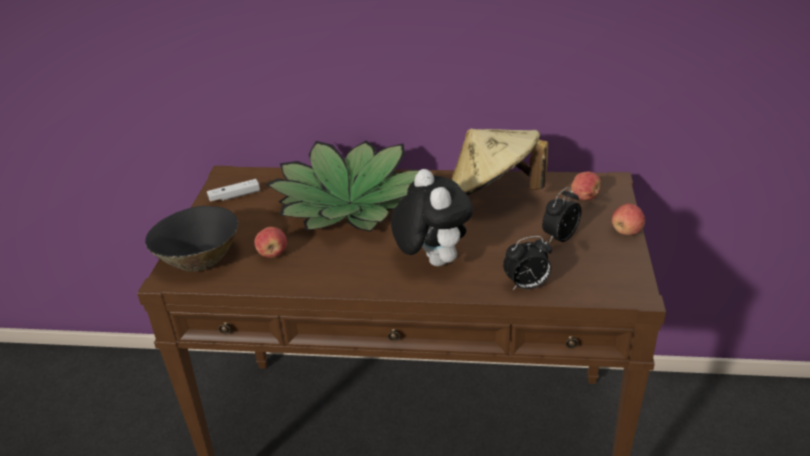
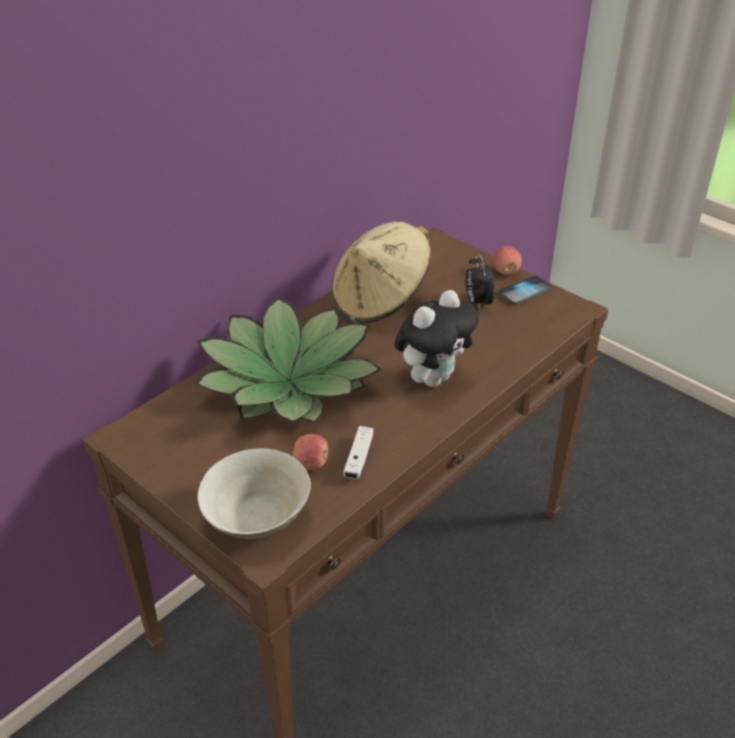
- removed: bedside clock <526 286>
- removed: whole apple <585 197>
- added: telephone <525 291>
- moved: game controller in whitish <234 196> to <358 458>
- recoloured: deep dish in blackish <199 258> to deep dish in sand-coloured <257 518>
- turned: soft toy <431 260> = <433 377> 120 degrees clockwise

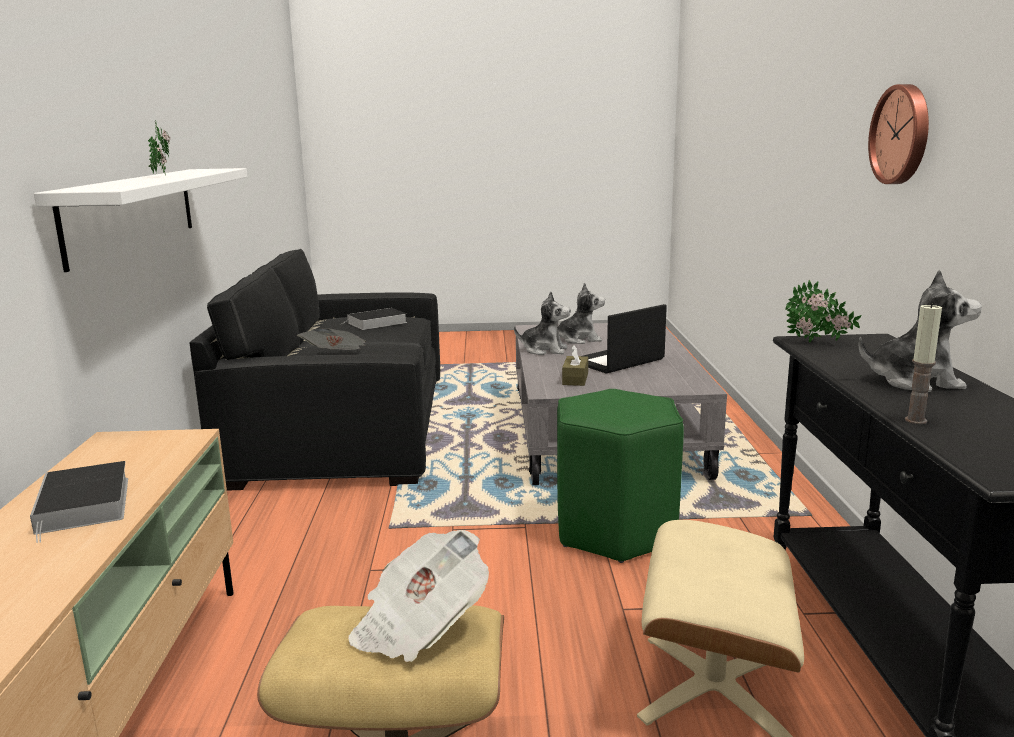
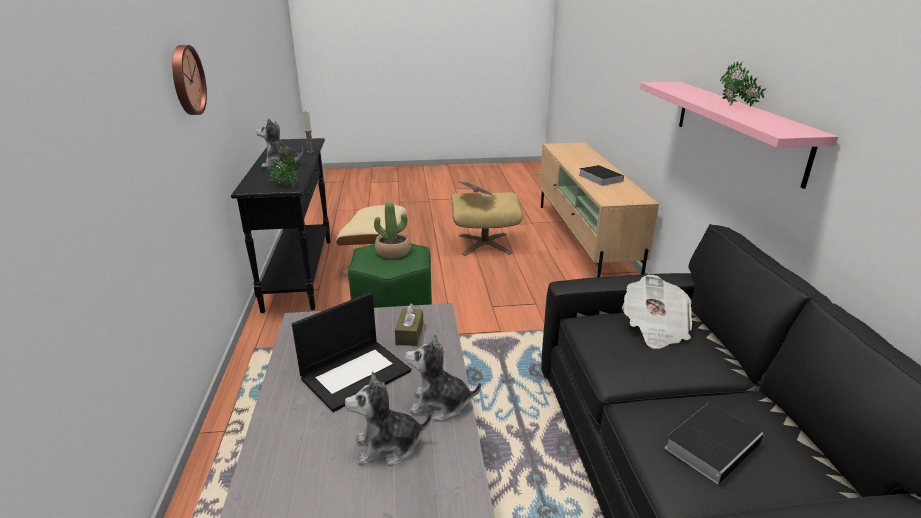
- added: potted plant <393 252>
- recoloured: wall shelf in whitish <133 212> to wall shelf in pink <737 127>

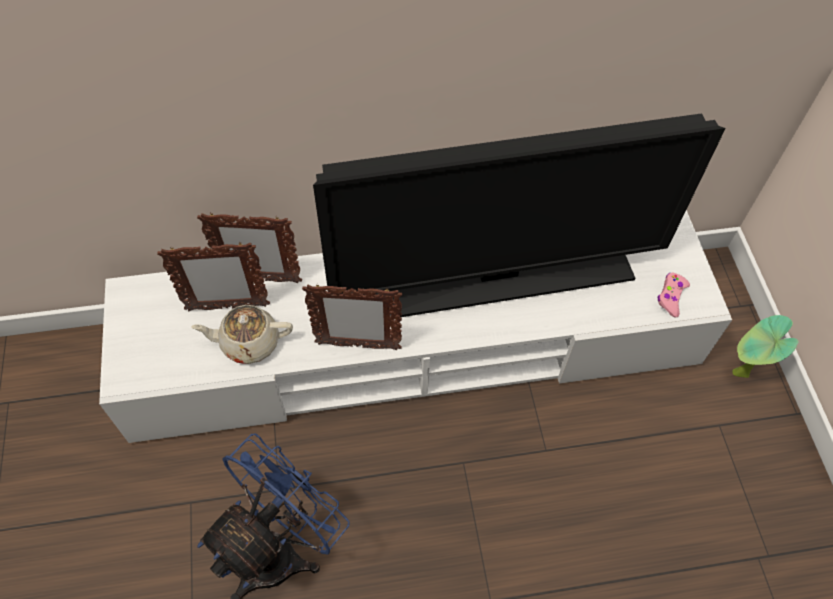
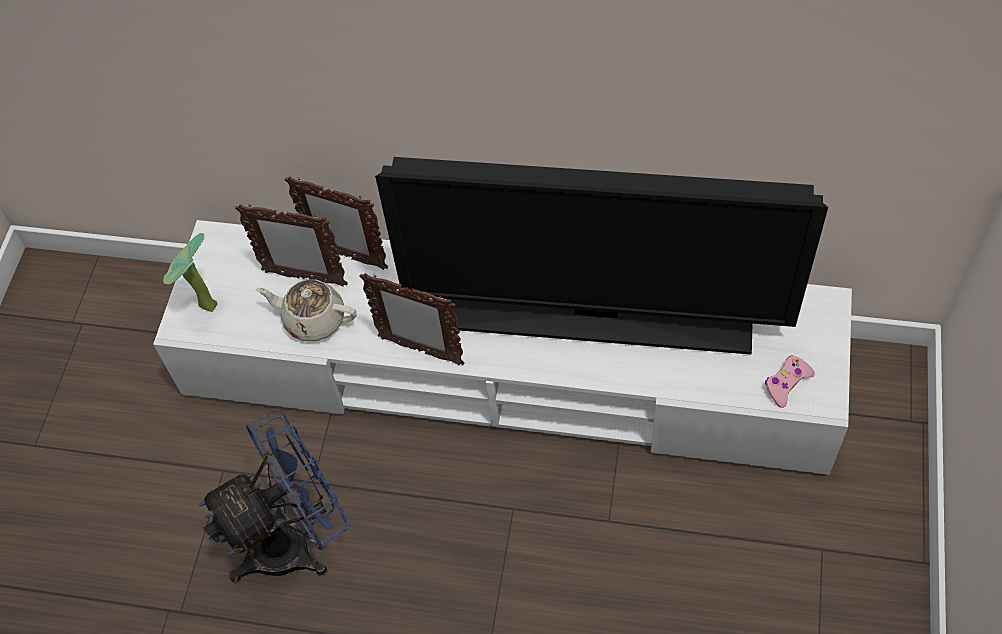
- moved: potted plant <739 376> to <204 308>

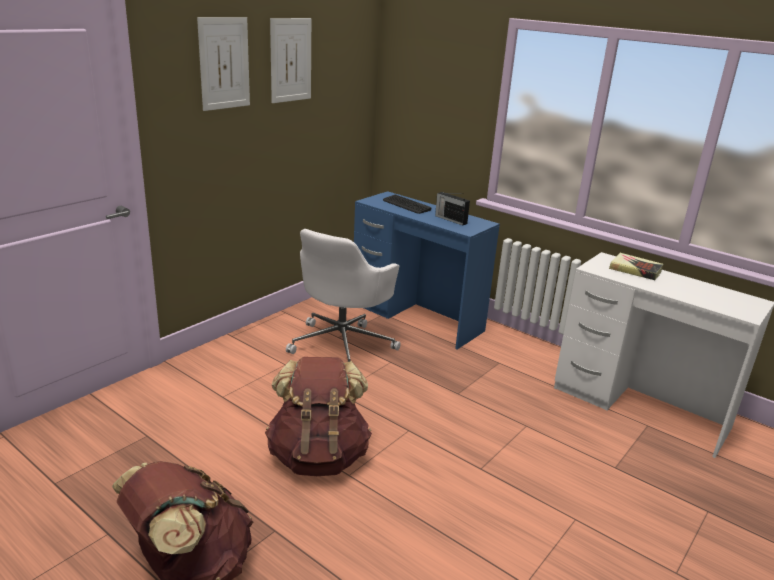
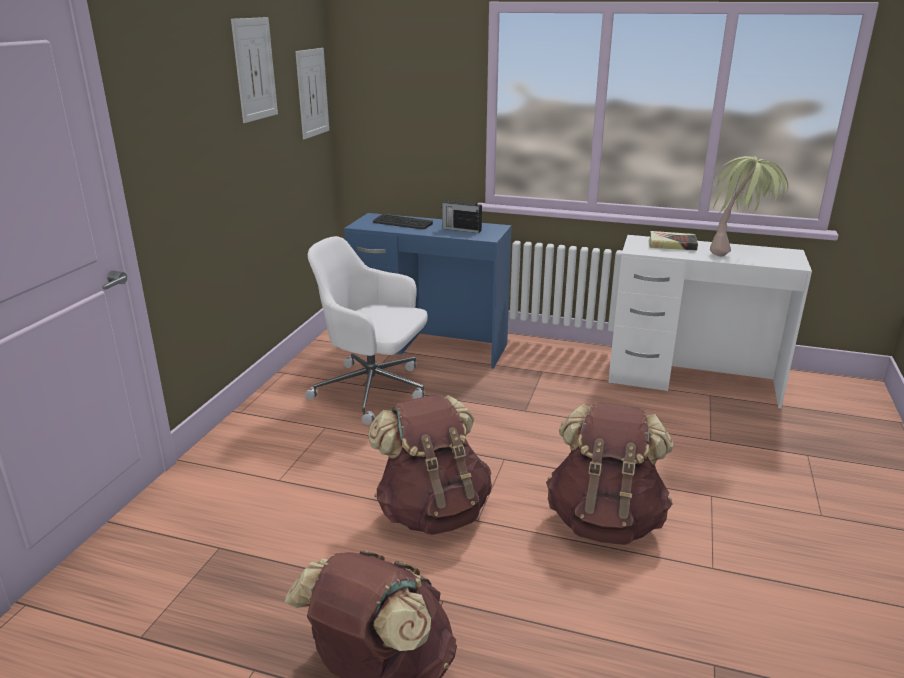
- added: backpack in brown-coloured <605 521>
- added: potted plant <737 252>
- moved: wall picture <224 63> to <312 93>
- turned: office chair in whitish <343 344> = <373 391> 105 degrees clockwise

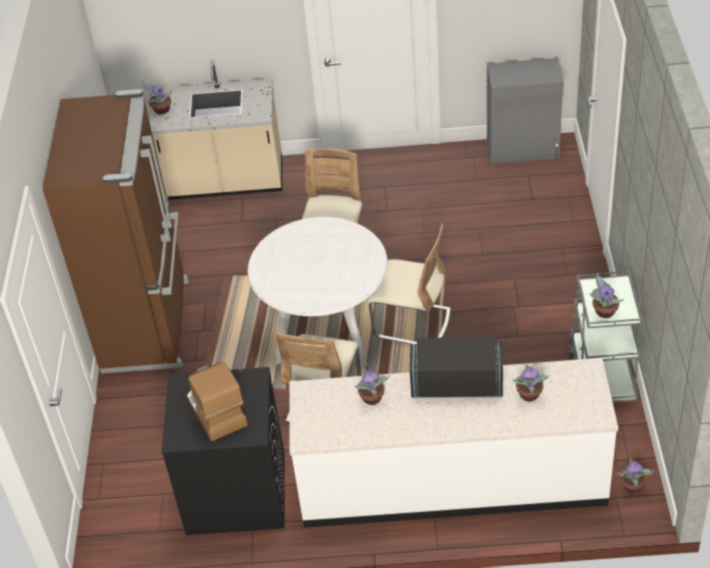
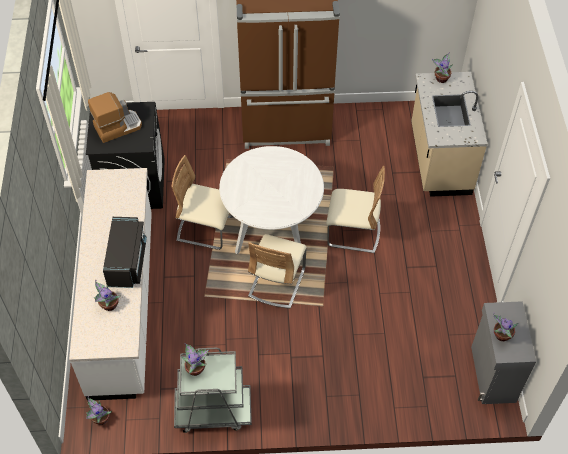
- moved: potted plant <372 399> to <501 335>

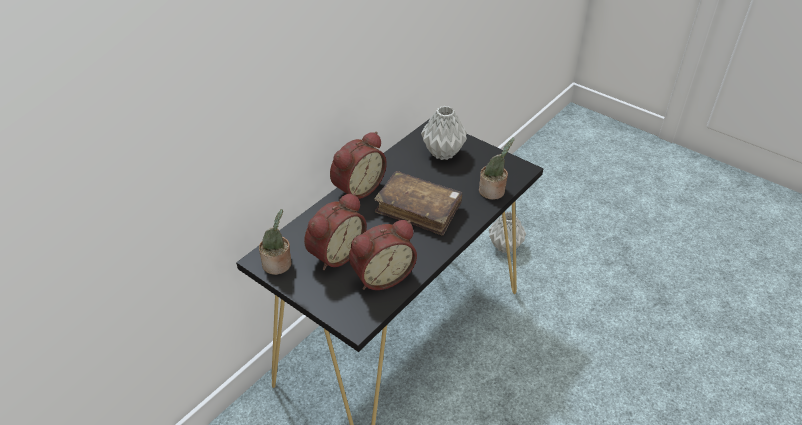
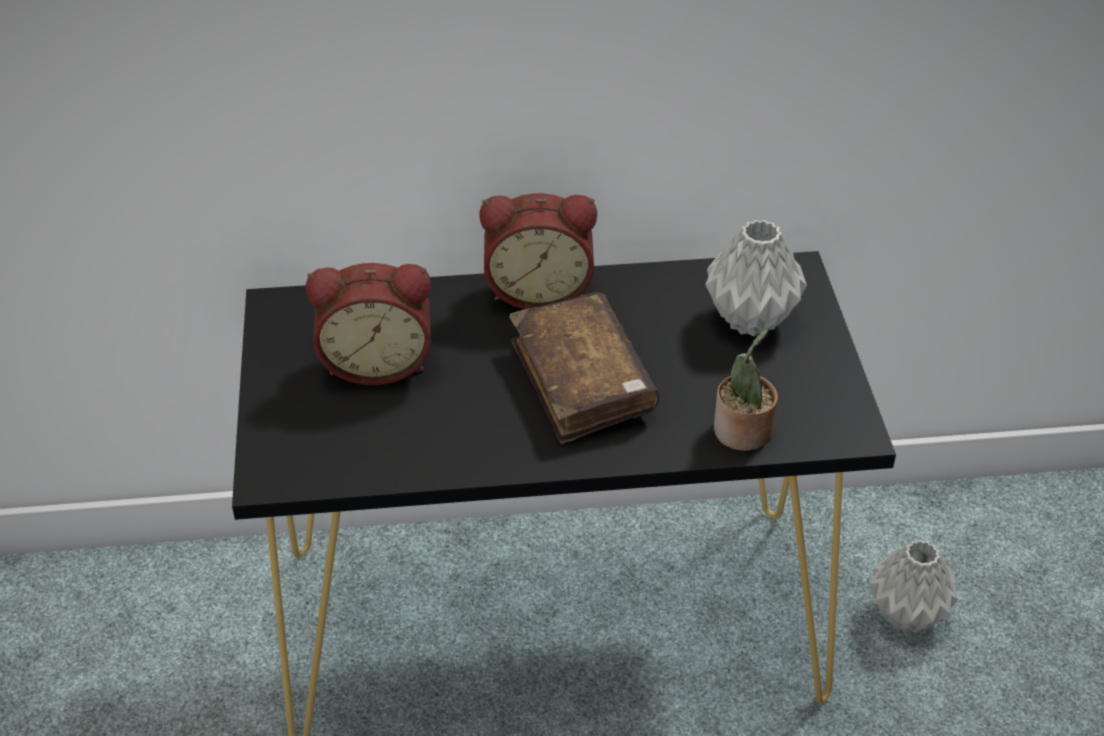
- removed: potted plant <278 265>
- removed: bedside clock <381 275>

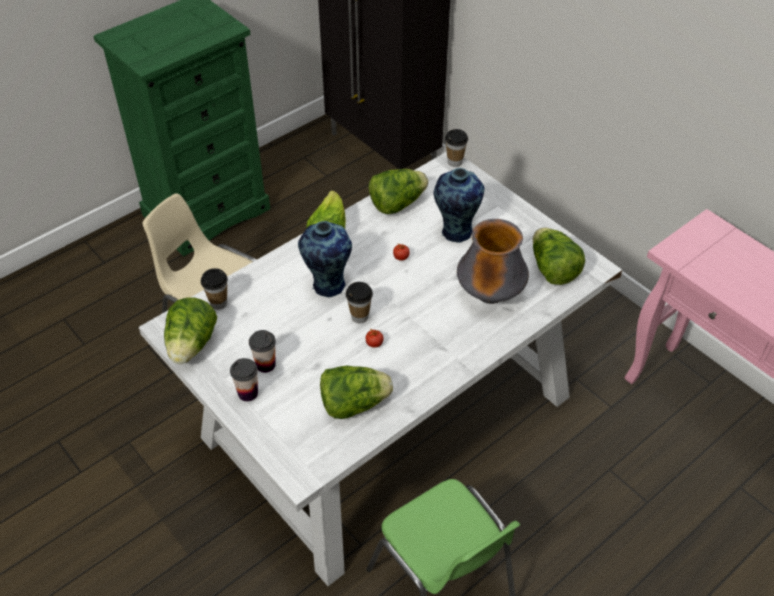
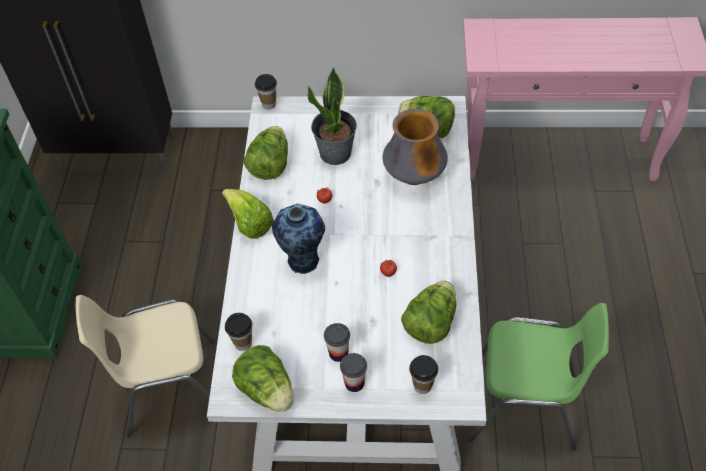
- moved: cup <359 317> to <422 385>
- replaced: decorative vase <455 232> to potted plant <336 153>

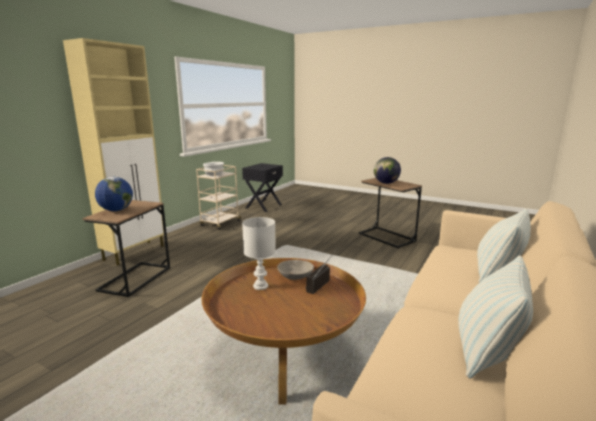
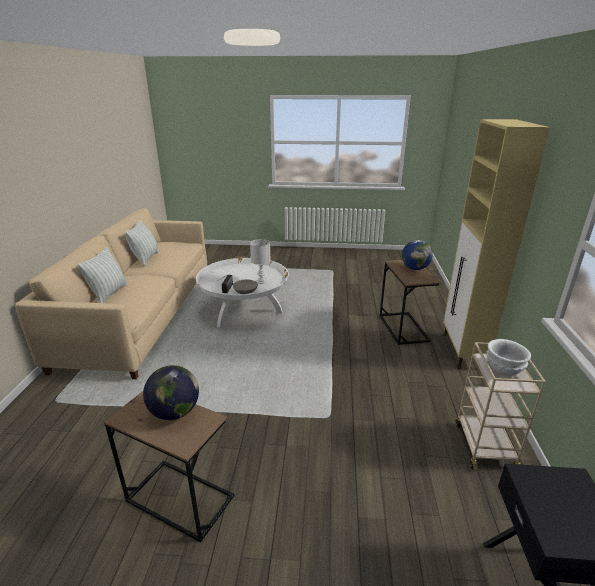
- recoloured: lounge table in brown-coloured <284 354> to lounge table in whitish <245 311>

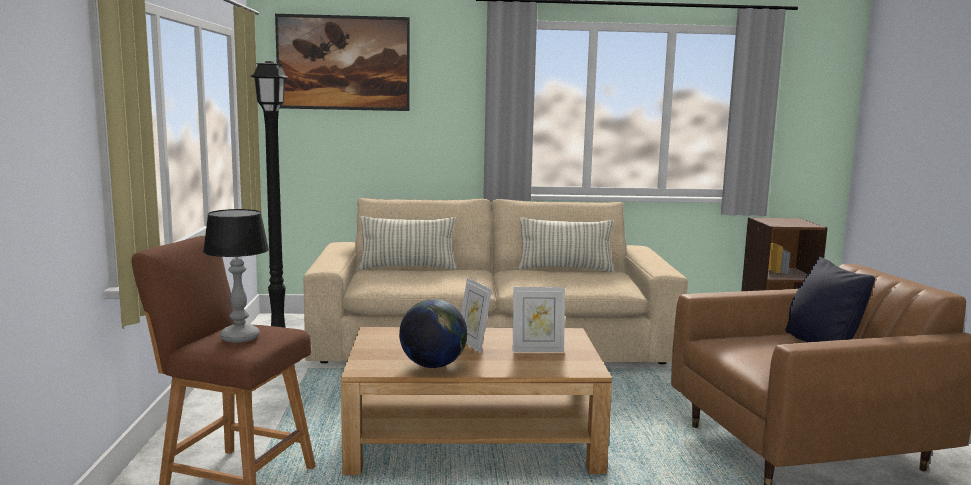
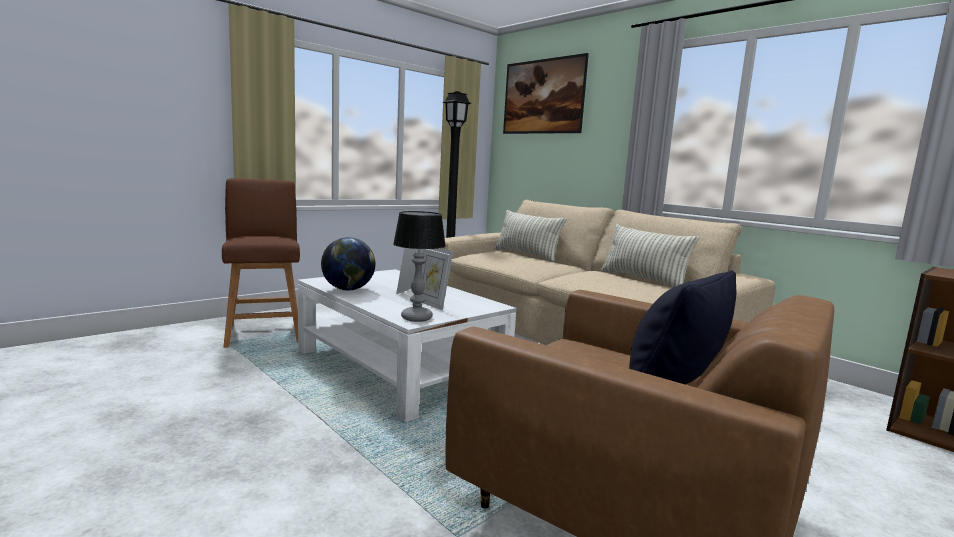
- moved: lamp for a table <240 337> to <417 318>
- recoloured: lounge table in brown-coloured <474 439> to lounge table in whitish <398 368>

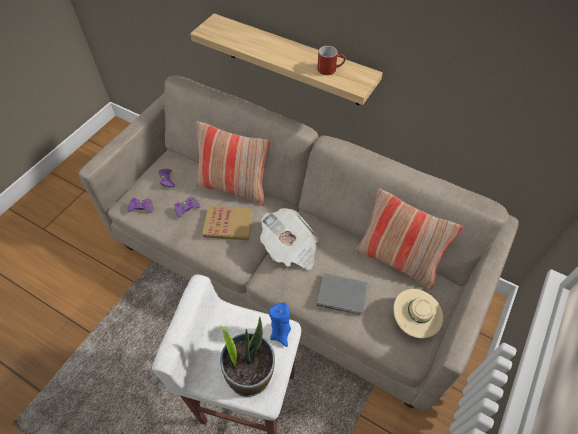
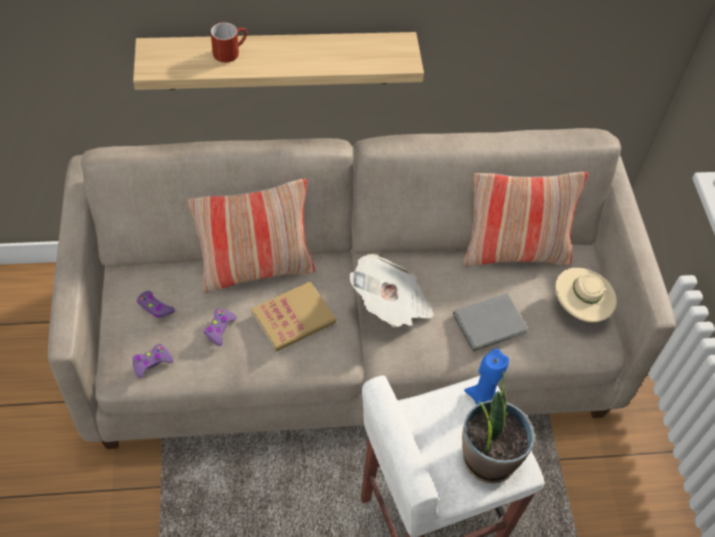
- moved: mug in red-coloured <330 69> to <230 51>

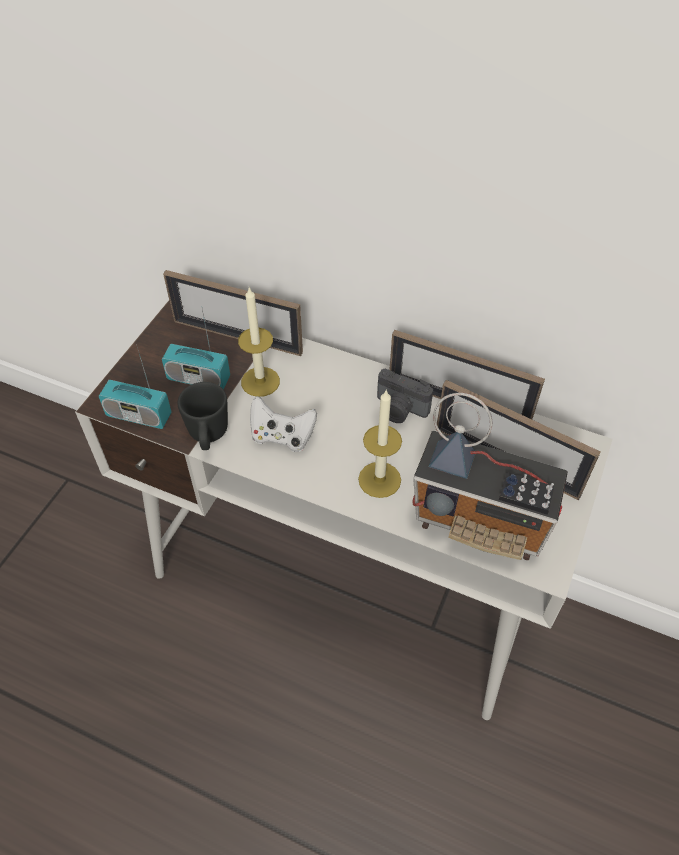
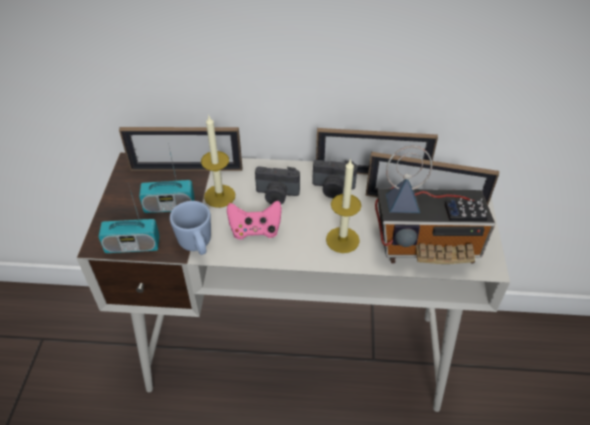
- added: photo camera <277 195>
- recoloured: mug in blackish <208 436> to mug in bluish <197 245>
- recoloured: game controller in whitish <282 436> to game controller in pink <255 230>

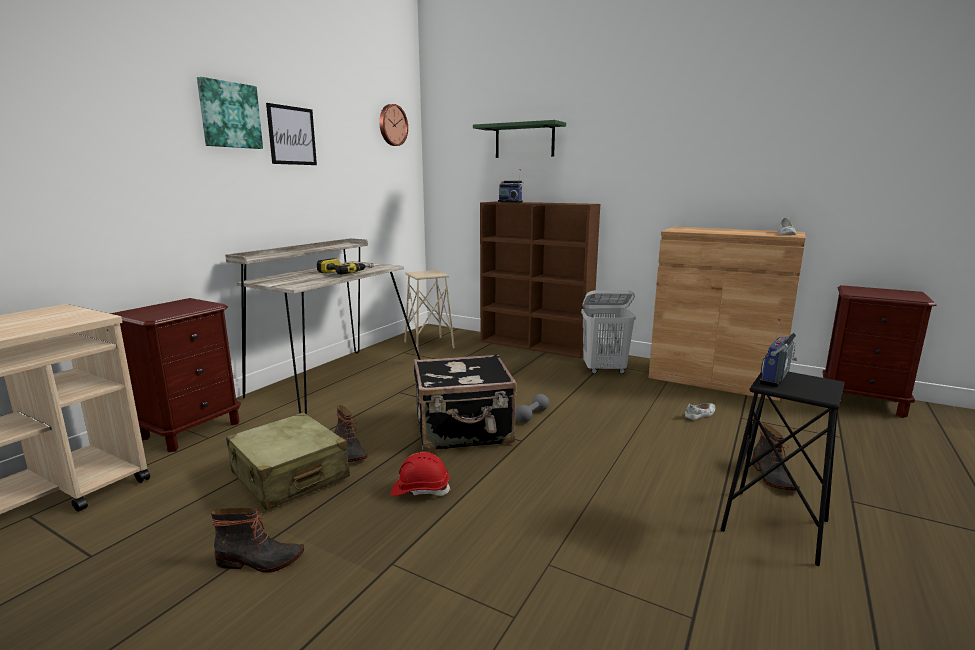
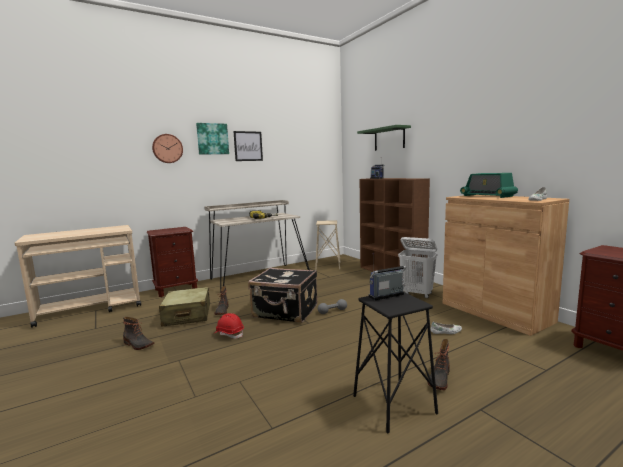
- added: radio <487 196>
- moved: clock on the wall <392 125> to <167 148>

